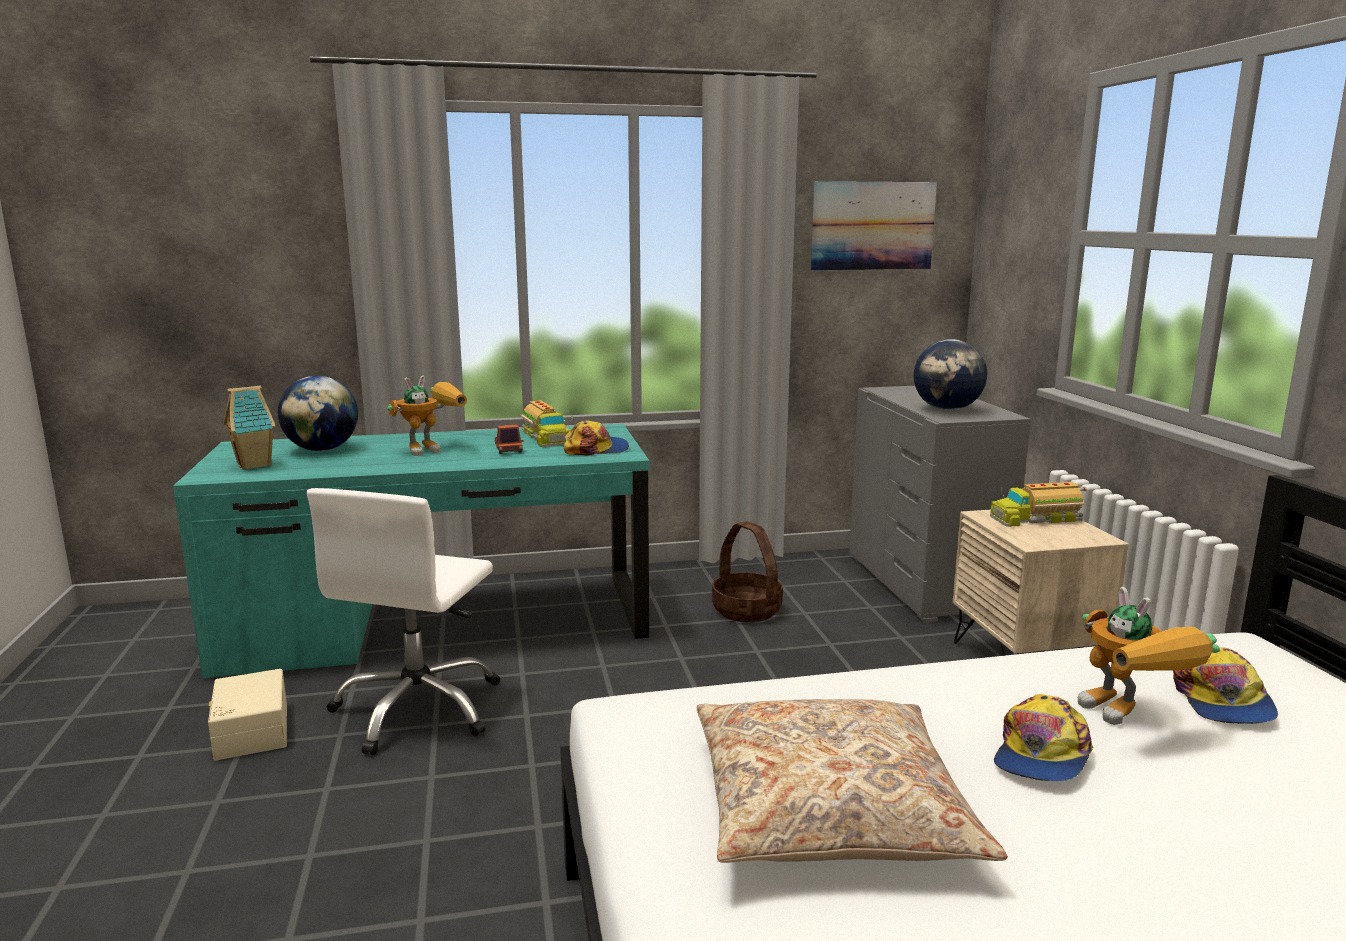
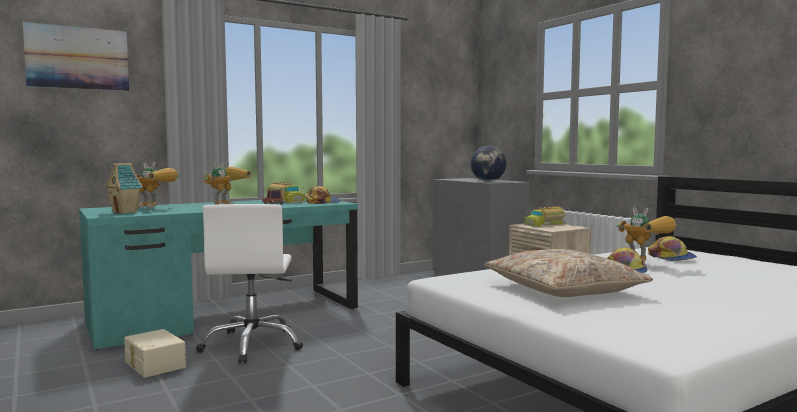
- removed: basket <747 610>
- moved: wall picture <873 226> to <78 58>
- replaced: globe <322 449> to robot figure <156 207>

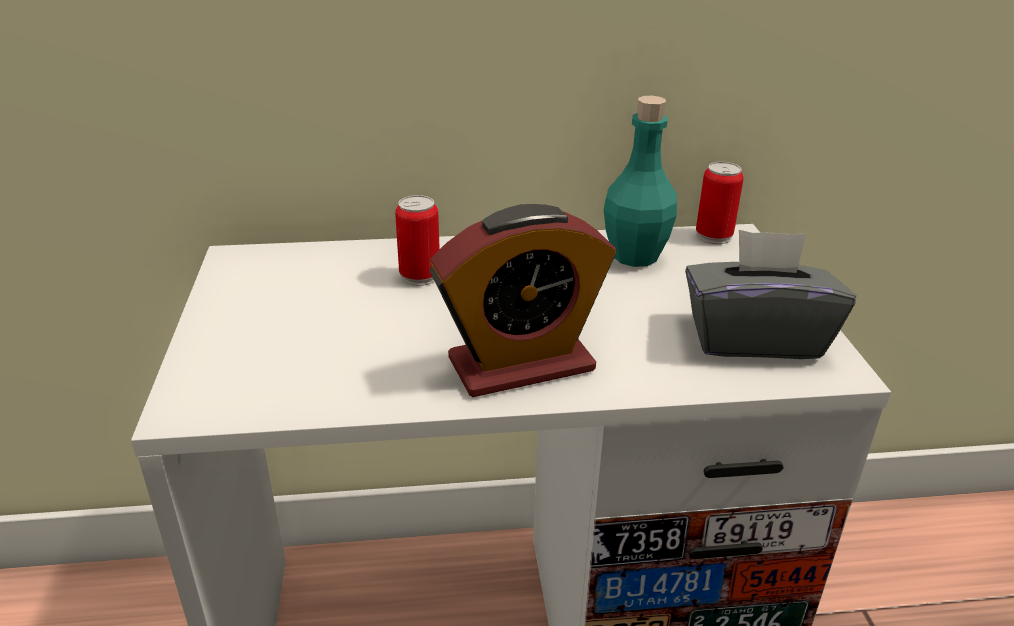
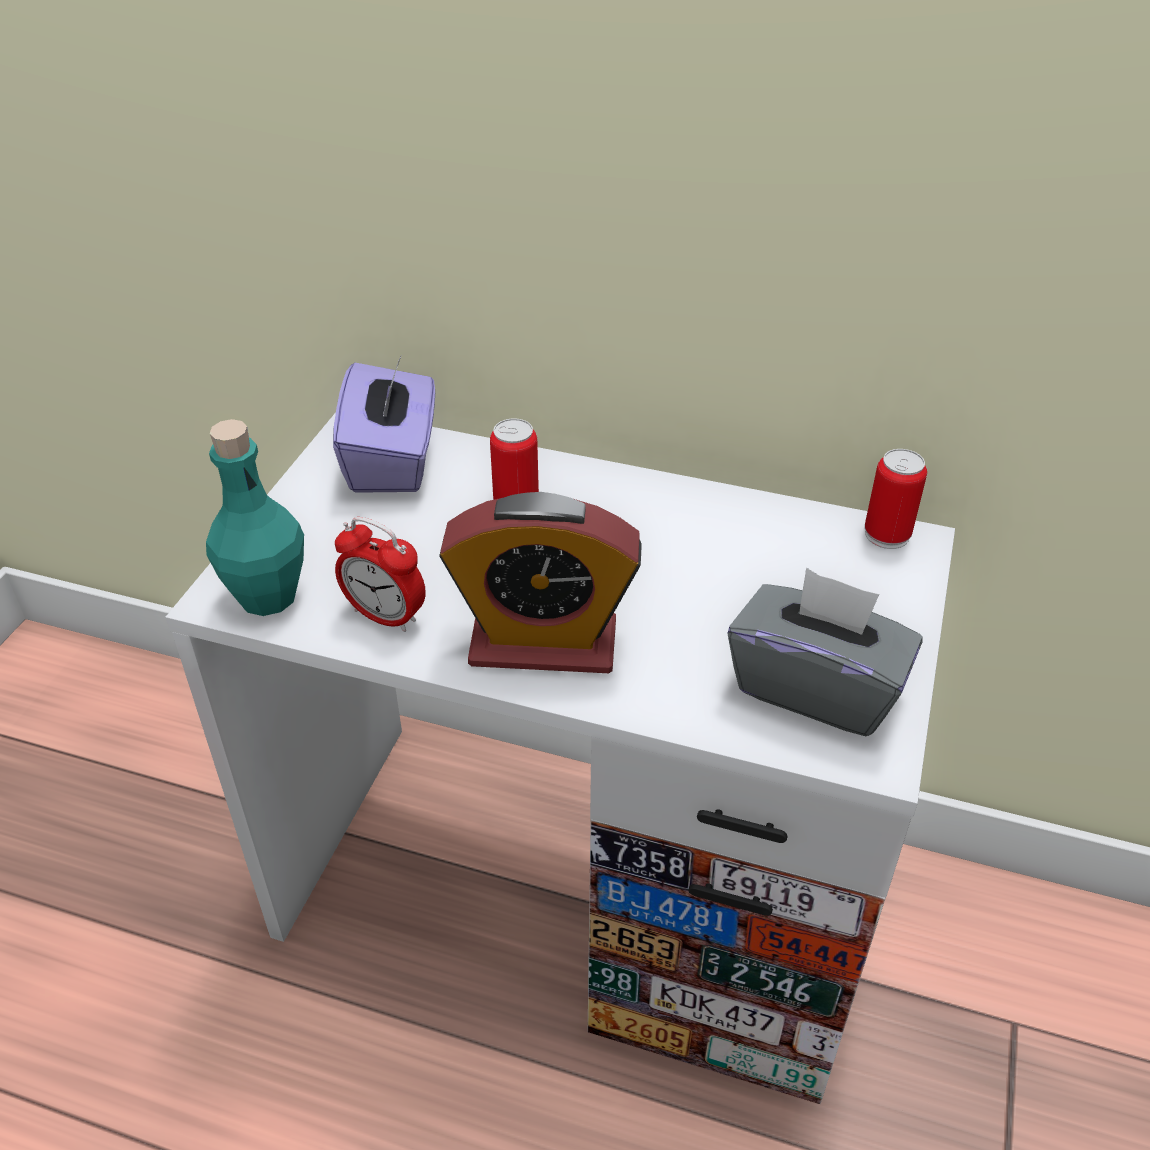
- added: box of tissues in purple <393 461>
- added: bedside clock <385 616>
- moved: drink bottle in blue-green <635 256> to <268 596>

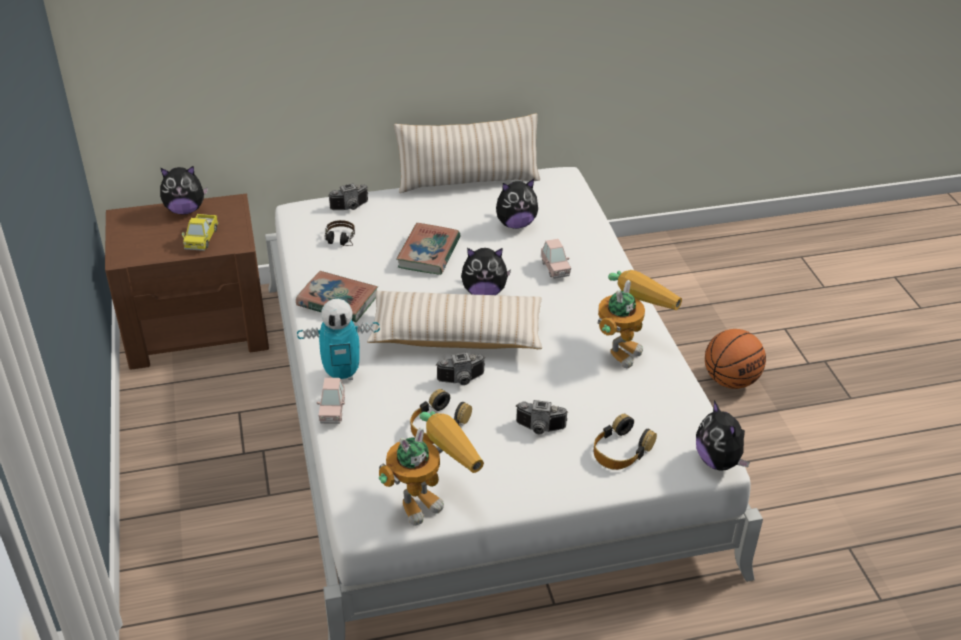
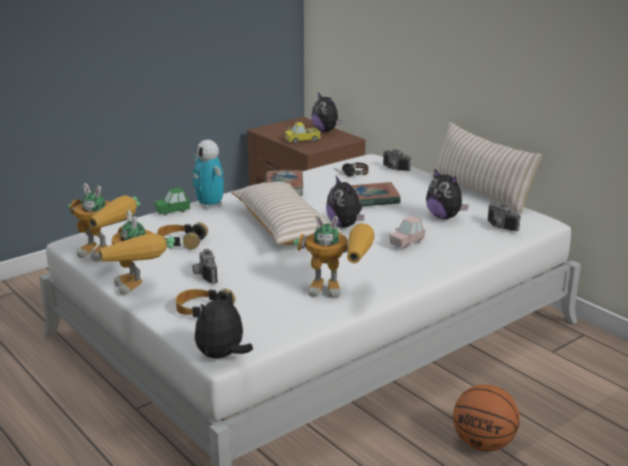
- added: robot figure <139 291>
- moved: photo camera <462 381> to <499 227>
- recoloured: miniature car in pink <332 410> to miniature car in green-coloured <172 211>

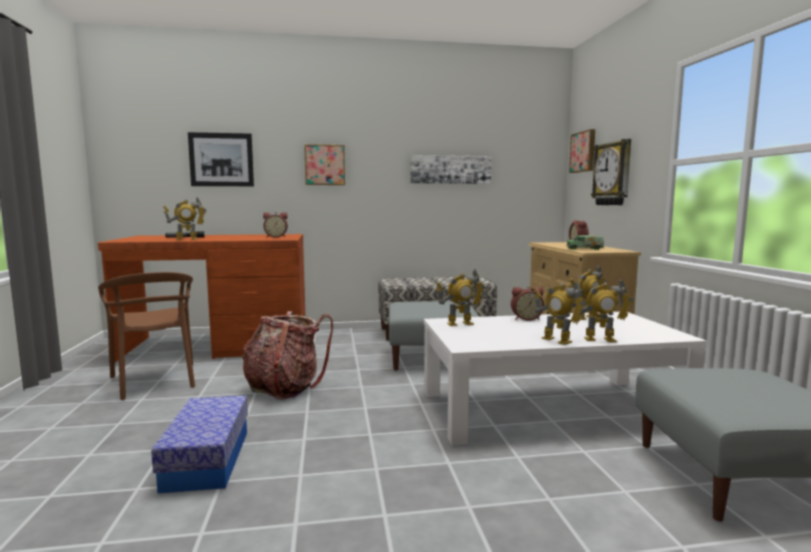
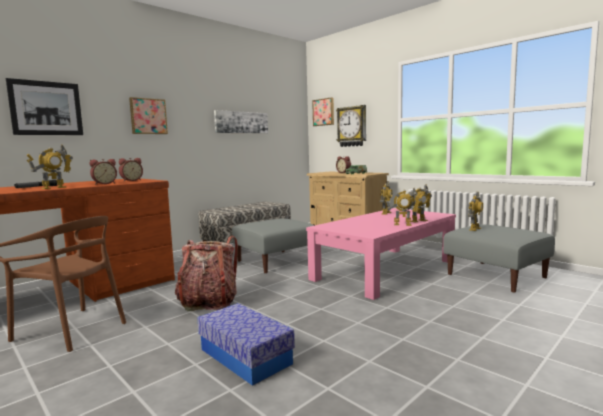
- moved: robot figure <460 324> to <474 229>
- moved: bedside clock <526 318> to <104 183>
- recoloured: lounge table in whitish <550 407> to lounge table in pink <385 270>

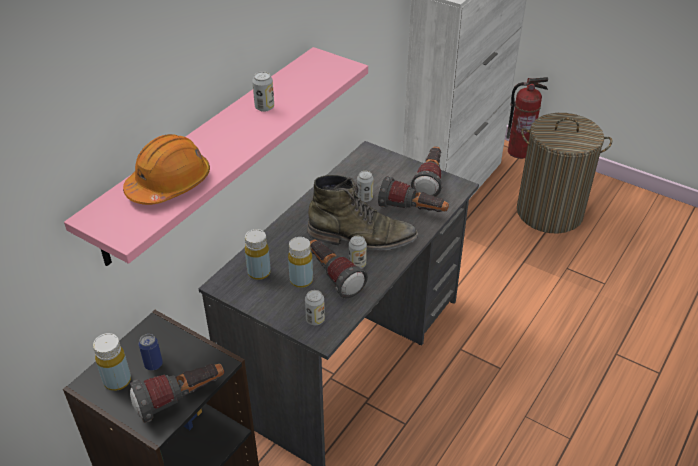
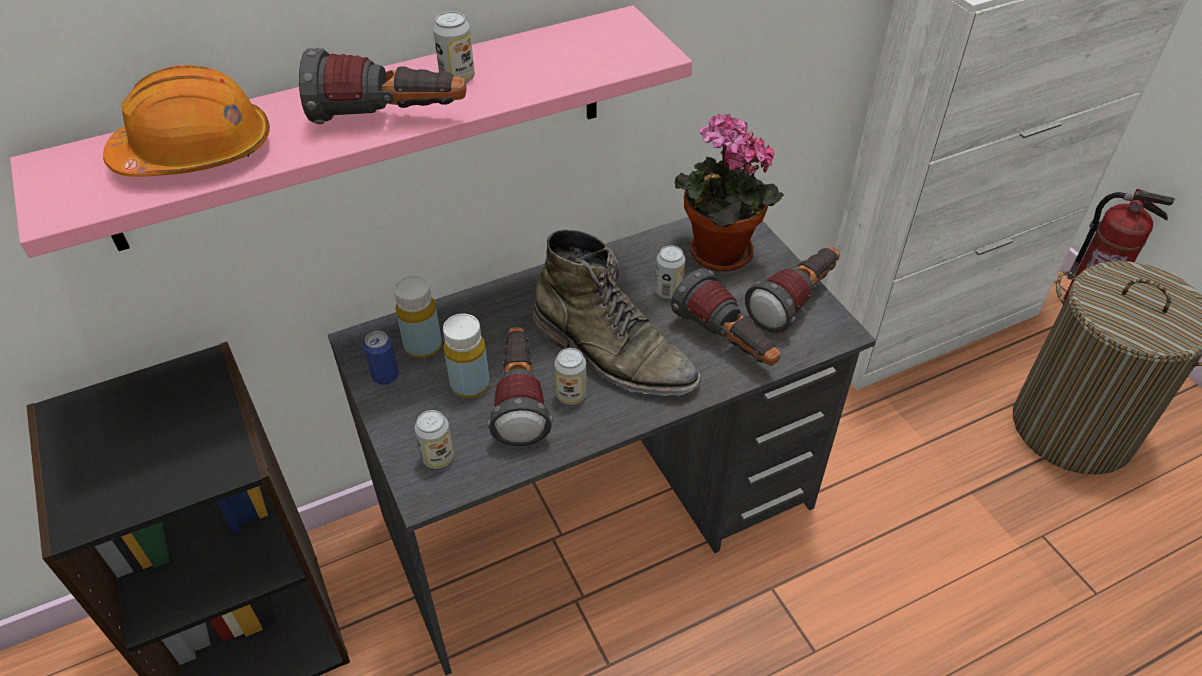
- removed: drink bottle in yellow-coloured <117 381>
- added: potted plant <716 255>
- moved: torch <181 399> to <390 119>
- moved: can <153 364> to <385 376>

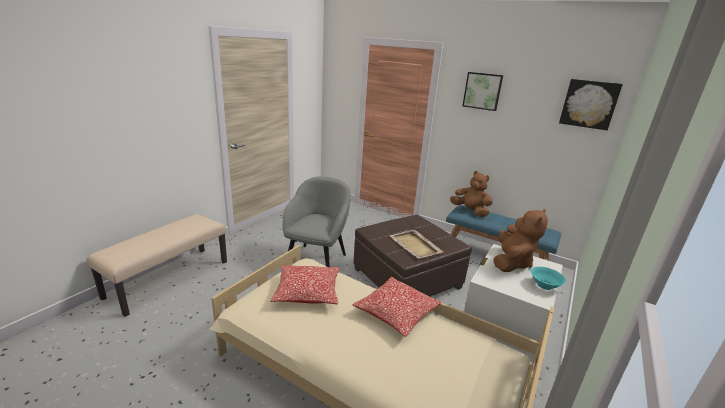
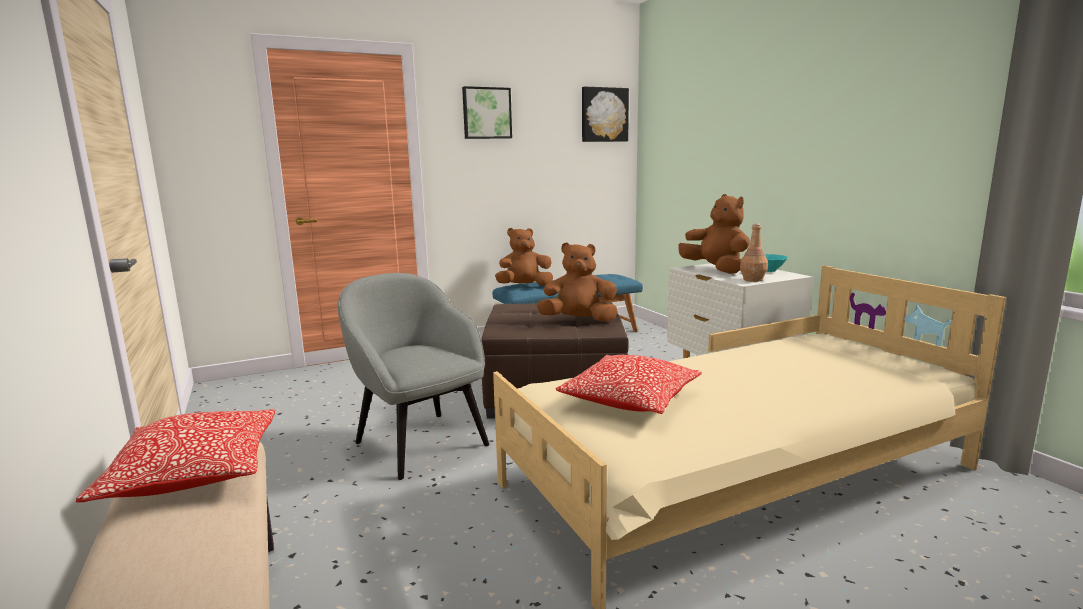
- added: drink bottle in brown-coloured <753 279>
- moved: pillow <396 313> to <195 473>
- replaced: serving tray in sand-coloured <415 246> to soft toy in brown-coloured <578 320>

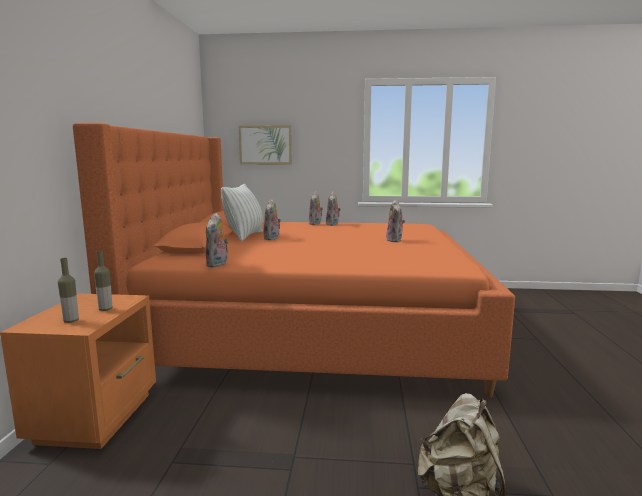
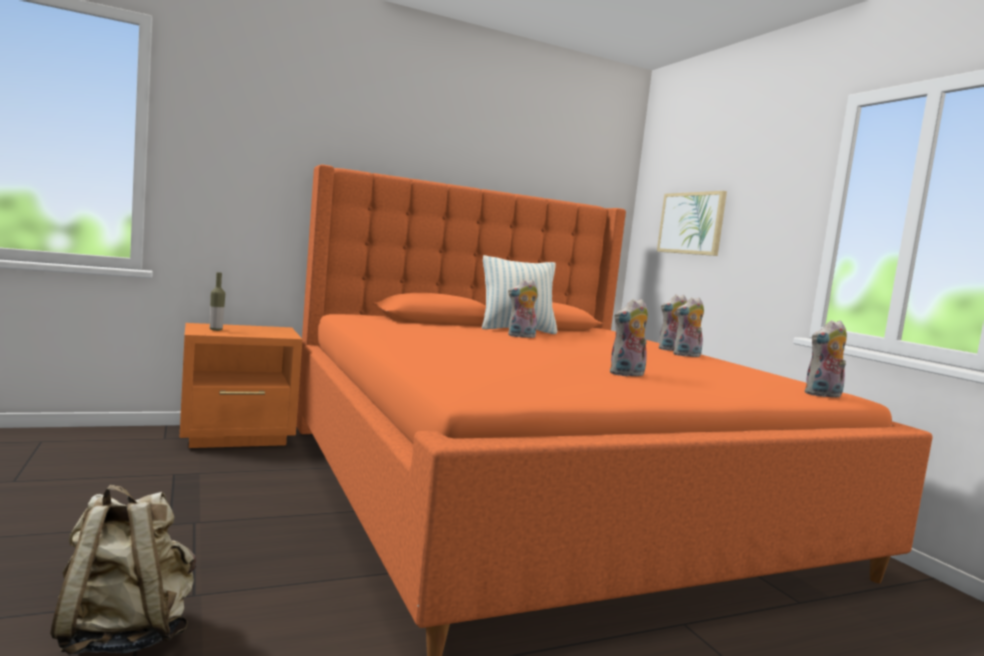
- removed: drink bottle <105 309>
- moved: soft toy <218 264> to <823 395>

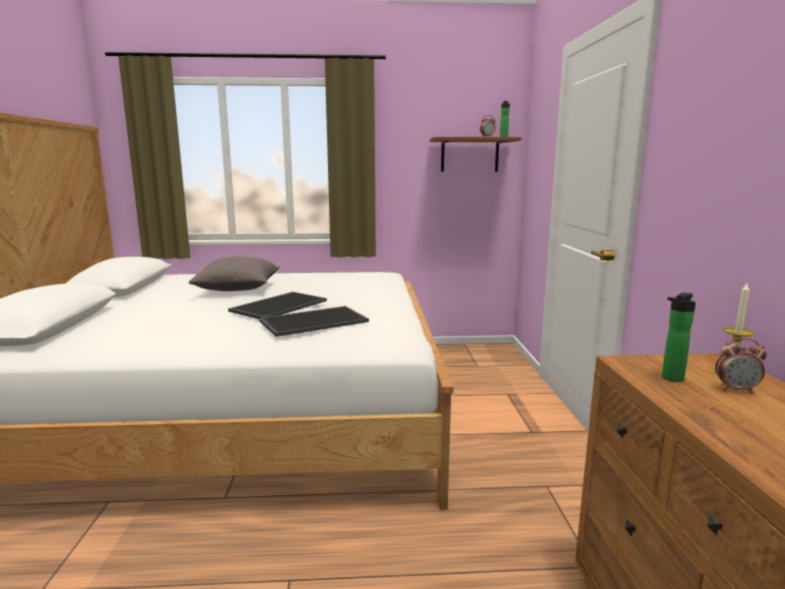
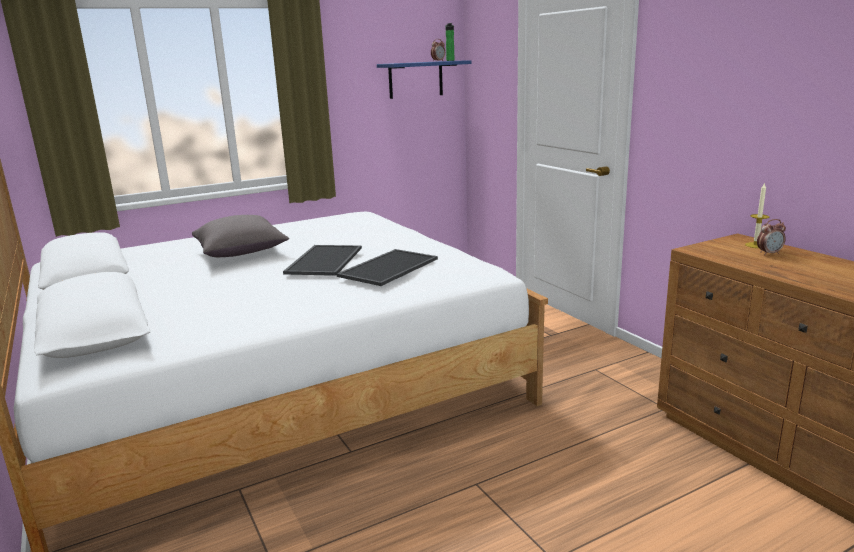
- removed: drink bottle <670 379>
- recoloured: wall shelf in brown-coloured <469 155> to wall shelf in bluish <415 79>

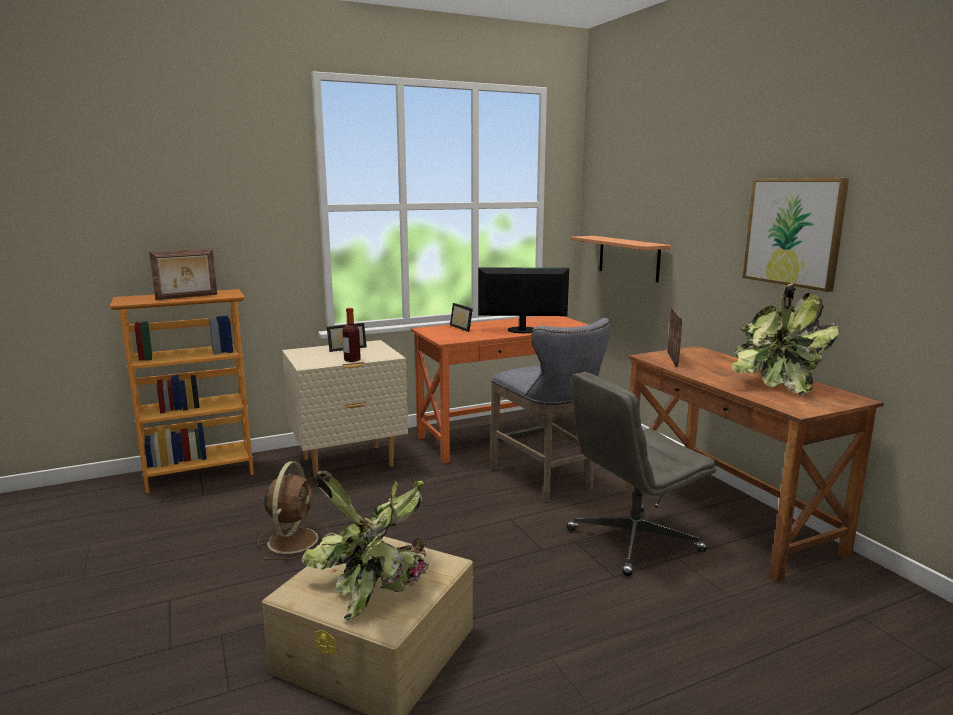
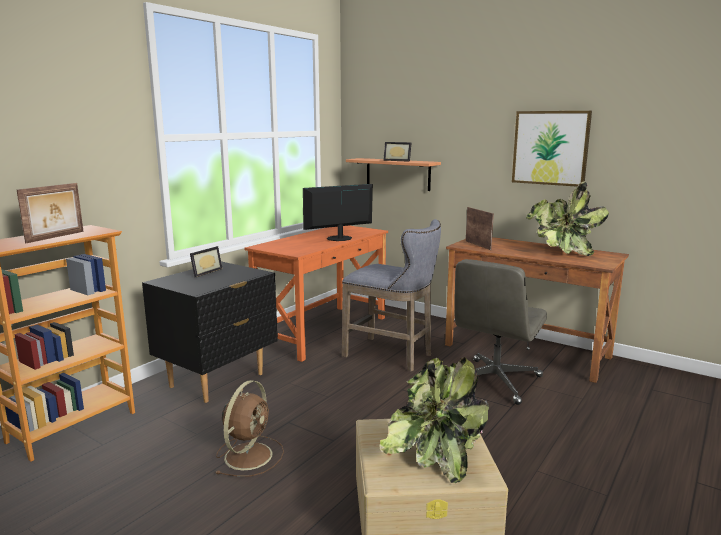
- removed: drink bottle <352 360>
- moved: picture frame <464 328> to <398 160>
- recoloured: nightstand in sand-coloured <348 463> to nightstand in blackish <218 380>
- turned: cooling fan in brown-coloured <294 539> = <249 455> 45 degrees clockwise

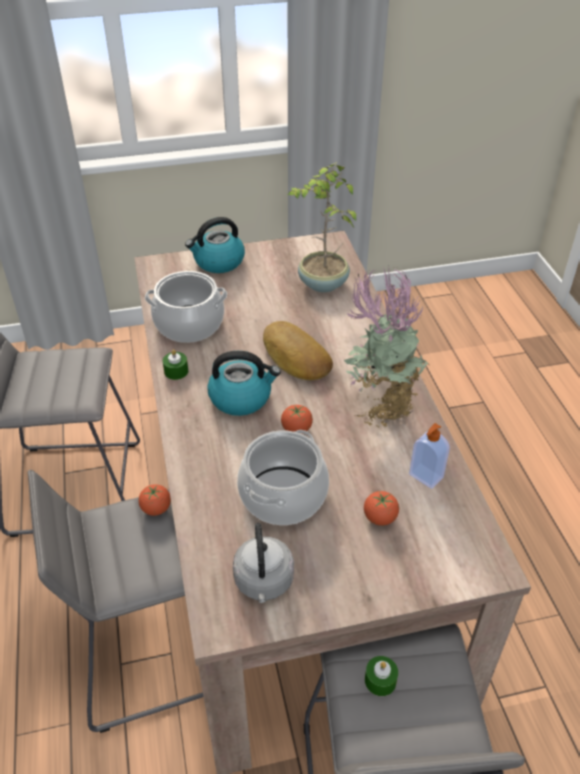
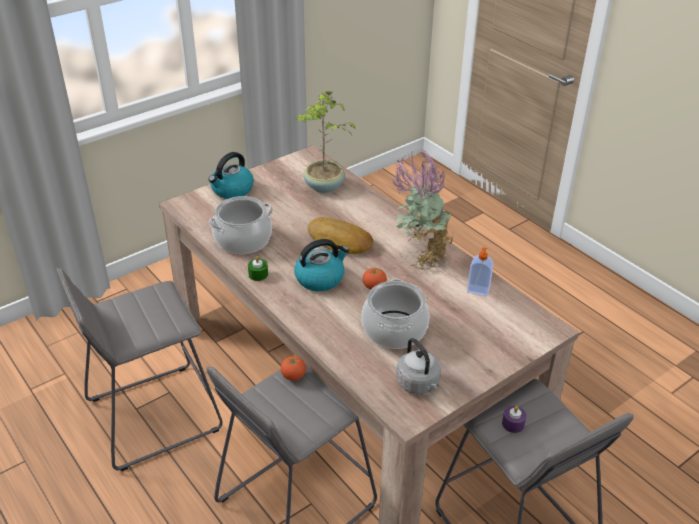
- removed: tomato <380 518>
- recoloured: wax light in green-coloured <380 680> to wax light in purple <513 424>

